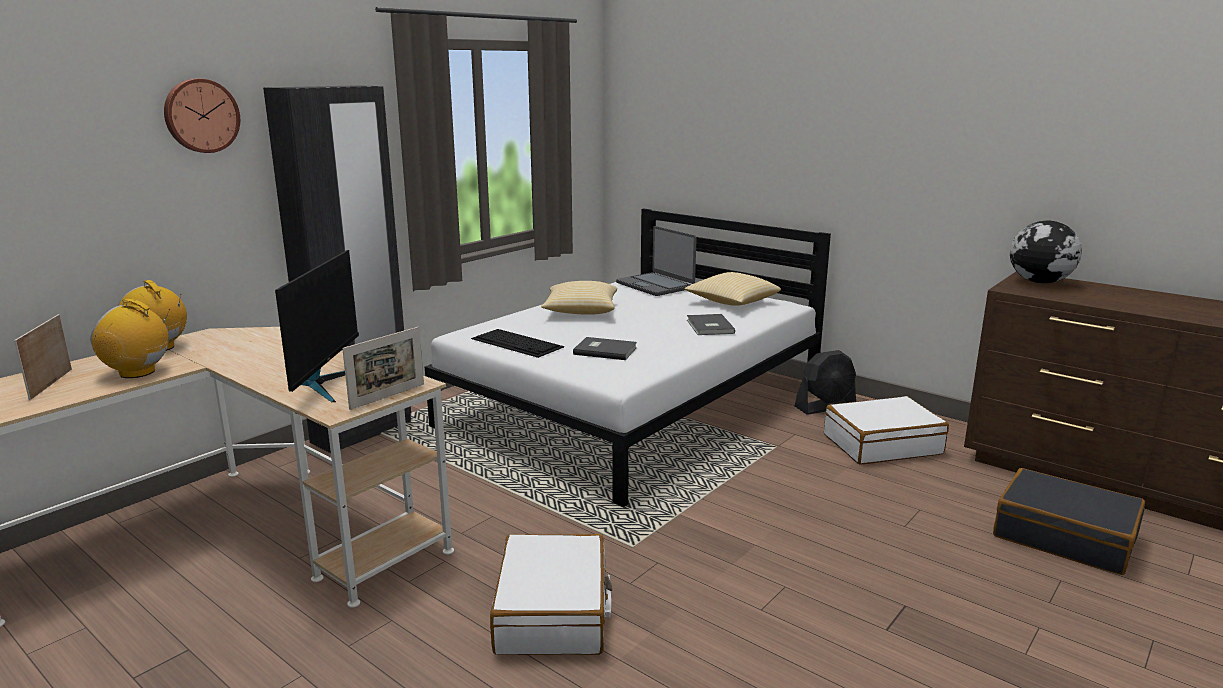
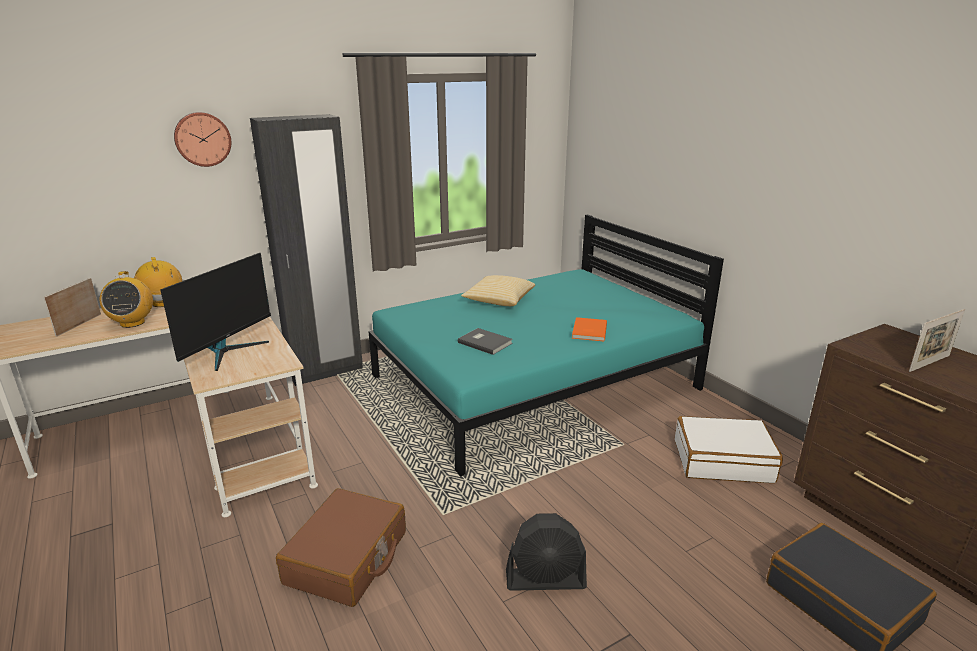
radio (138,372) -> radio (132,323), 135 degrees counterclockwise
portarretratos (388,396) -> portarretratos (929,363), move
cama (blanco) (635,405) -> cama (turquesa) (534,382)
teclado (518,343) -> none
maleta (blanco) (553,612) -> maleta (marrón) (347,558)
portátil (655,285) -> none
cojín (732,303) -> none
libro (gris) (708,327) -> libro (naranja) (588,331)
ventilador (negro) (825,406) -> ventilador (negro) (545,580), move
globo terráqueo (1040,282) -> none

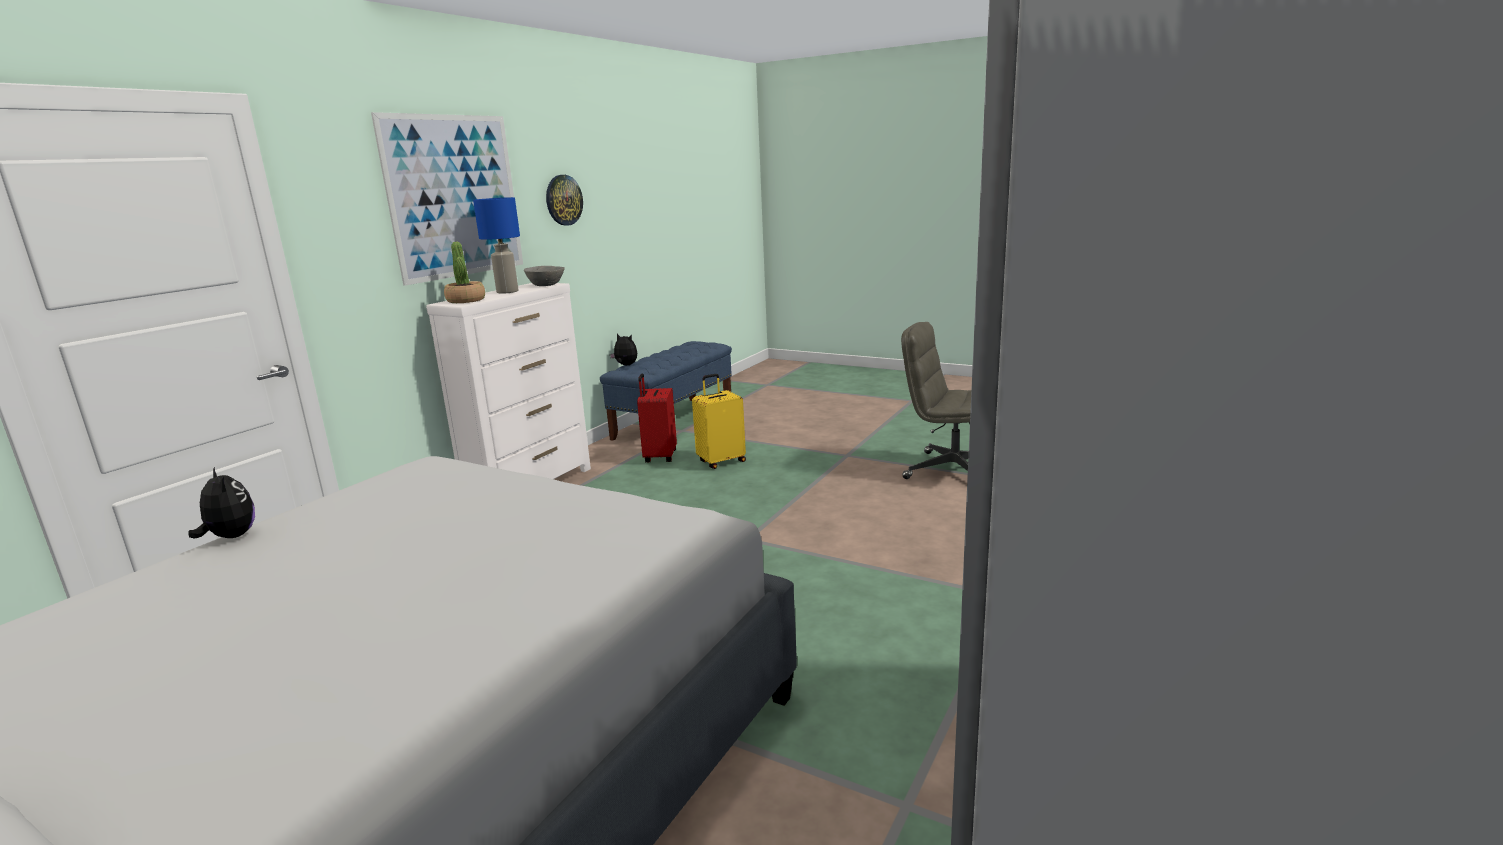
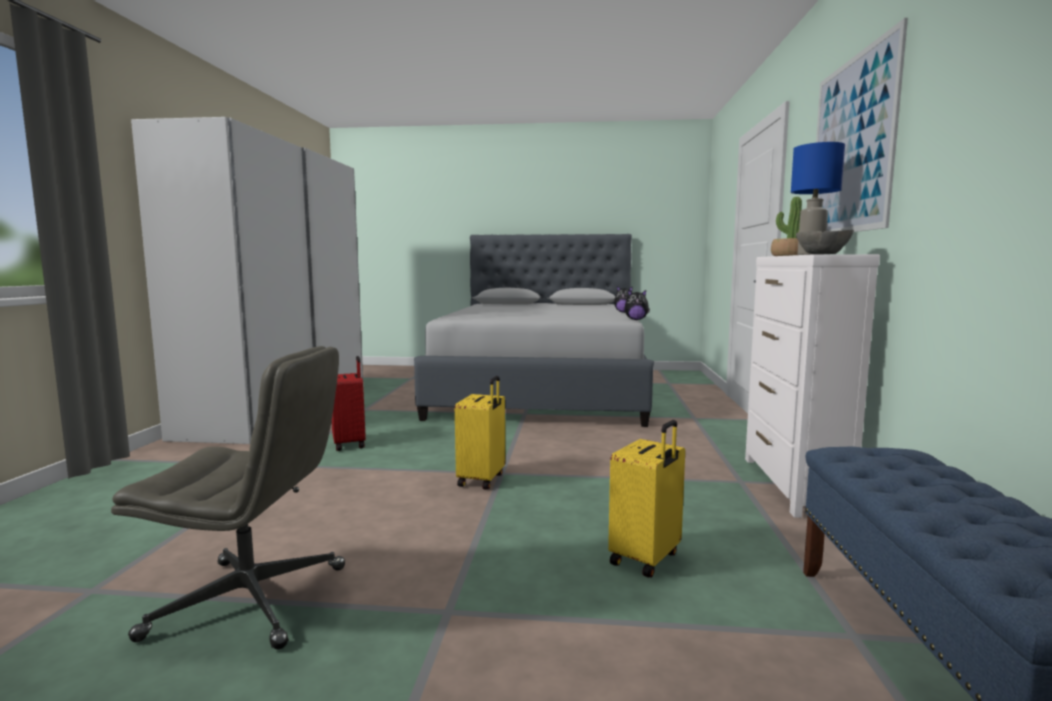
reloj de pared (563,200) -> none
peluche (625,365) -> peluche (636,320), move
maleta (rojo) (659,457) -> maleta (rojo) (350,444), move
none -> maleta (amarillo) (482,480)

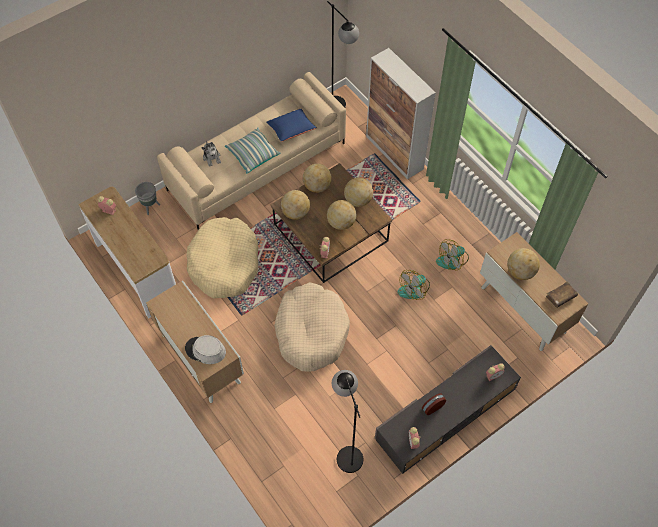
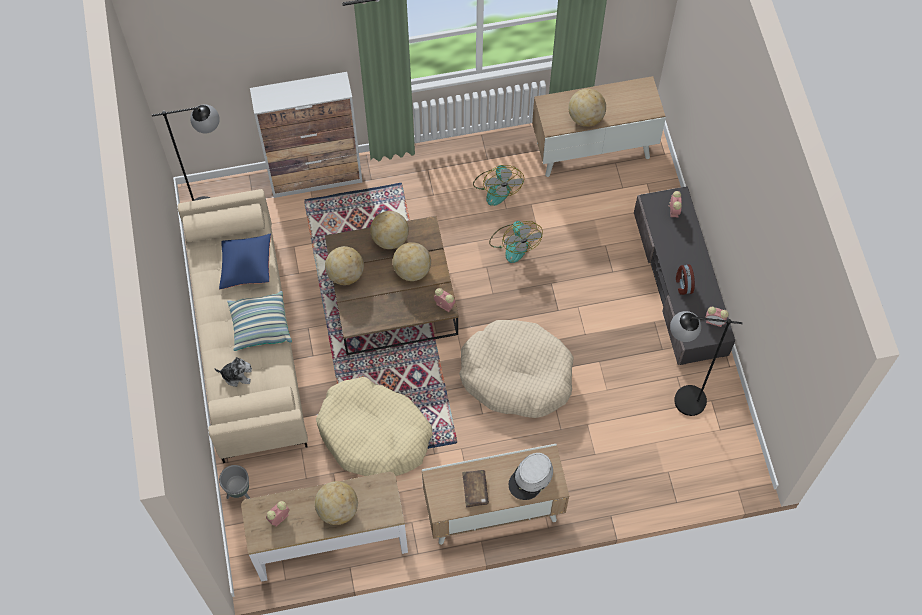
globo terráqueo (296,212) -> globo terráqueo (338,509), move
libro (marrón) (561,296) -> libro (marrón) (475,490), move

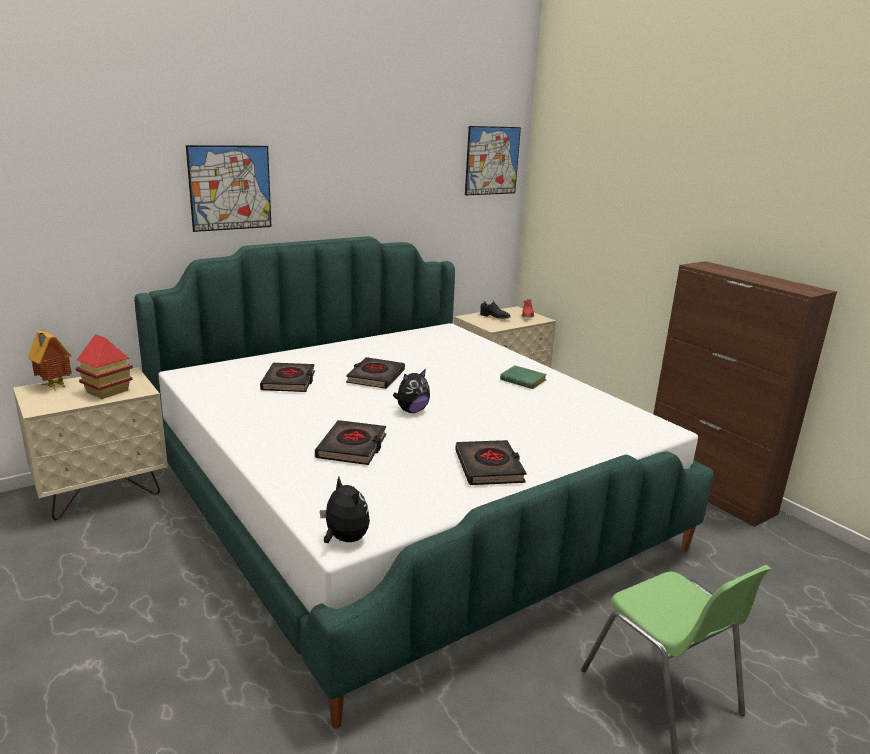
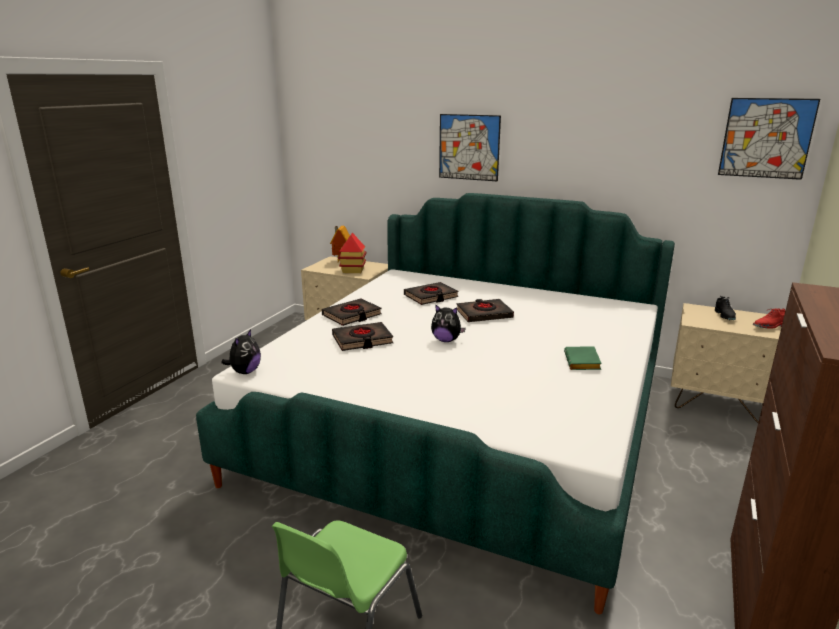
libro (negro) (489,467) -> libro (negro) (352,315), move

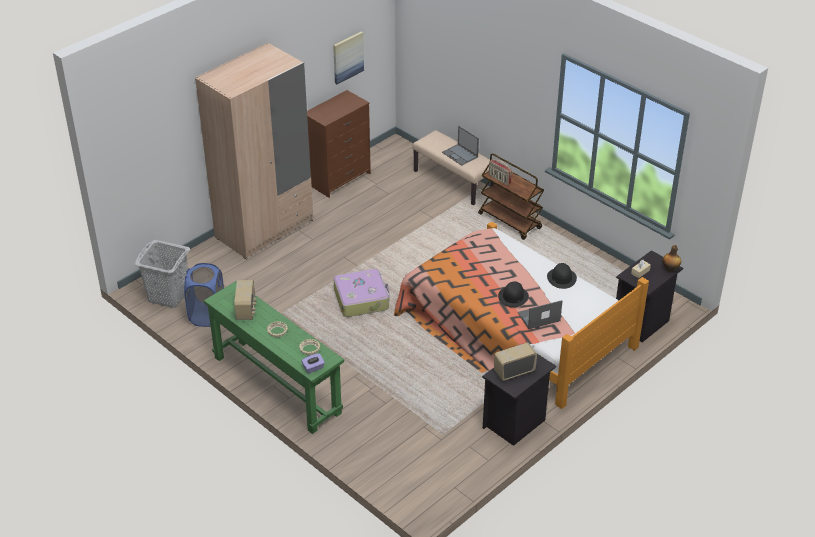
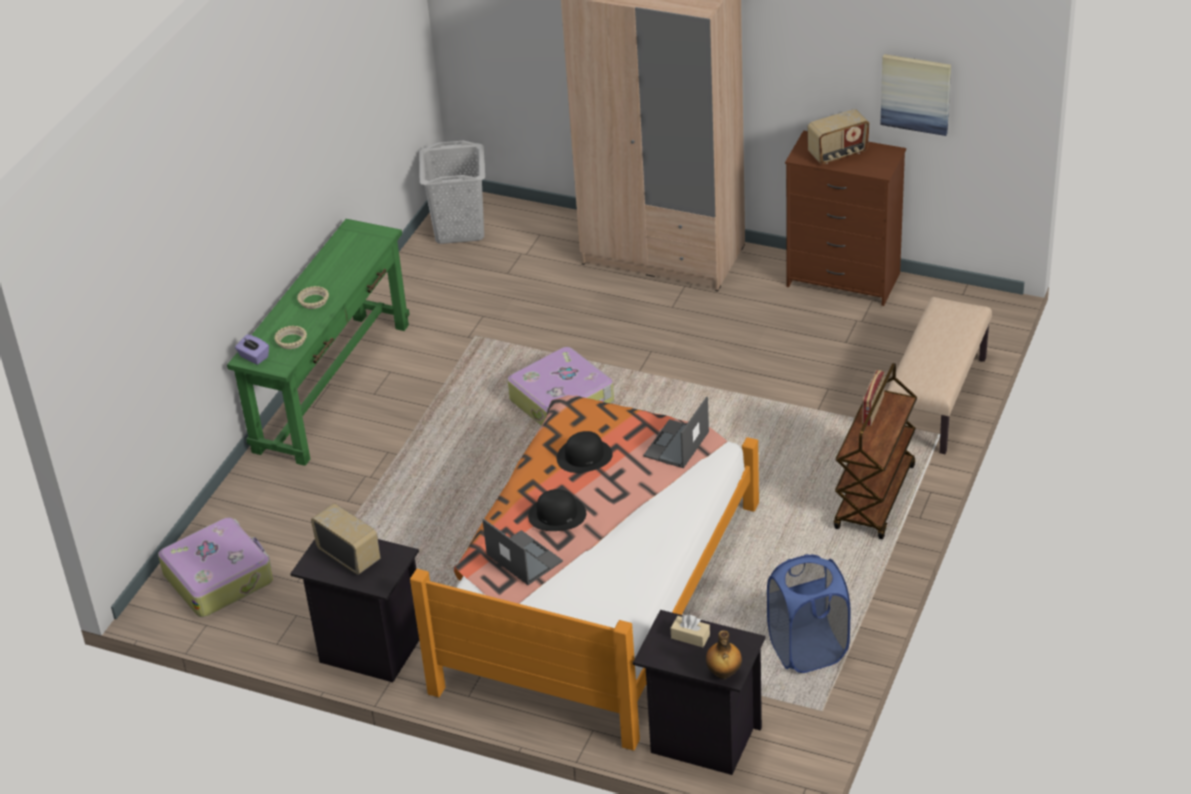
cesto de la ropa (azul) (207,315) -> cesto de la ropa (azul) (808,649), move
radio (246,310) -> radio (838,154), move
portátil (460,155) -> portátil (676,445), move
sombrero (negro) (561,278) -> sombrero (negro) (584,456), move
none -> maleta (219,577)

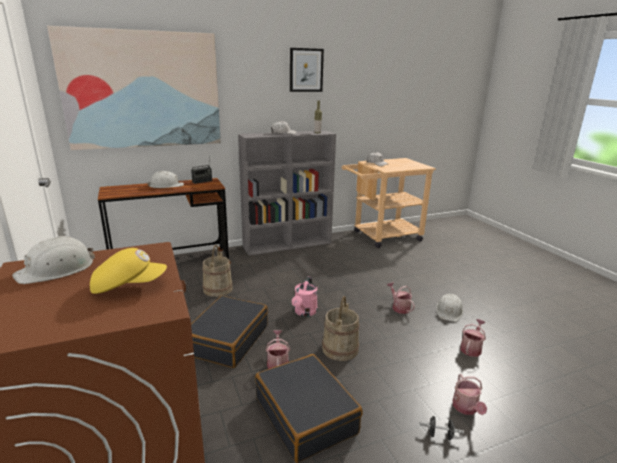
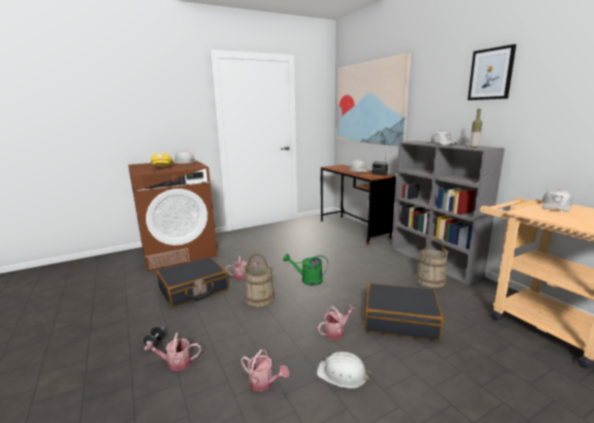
maleta (negro) (227,340) -> maleta (negro) (400,320), move
cubo (beis) (217,289) -> cubo (beis) (430,280), move
regadera (rosa) (304,312) -> regadera (verde) (308,280)

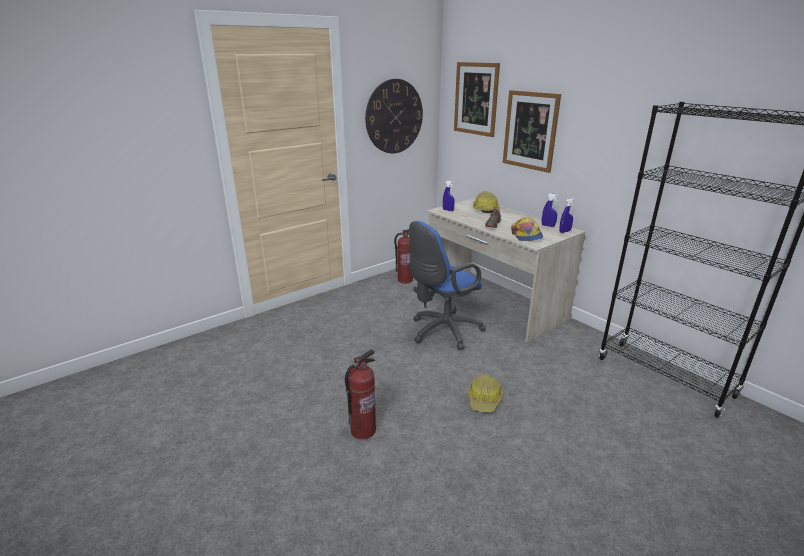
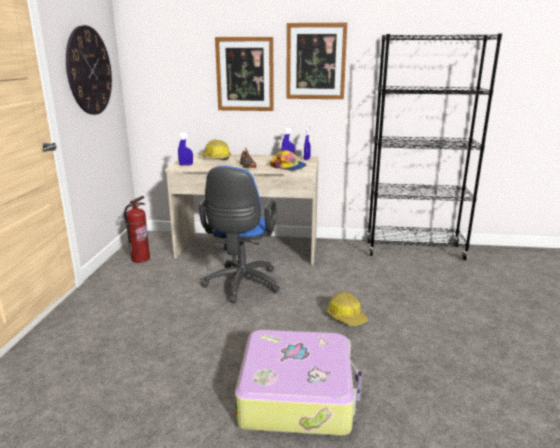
extintor (363,430) -> maleta (297,394)
cuadro (476,99) -> cuadro (315,61), move

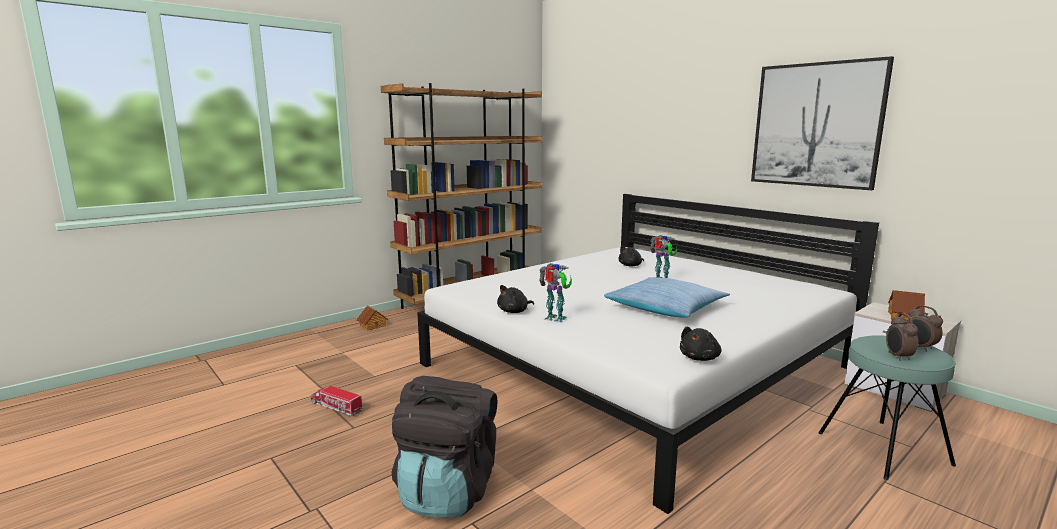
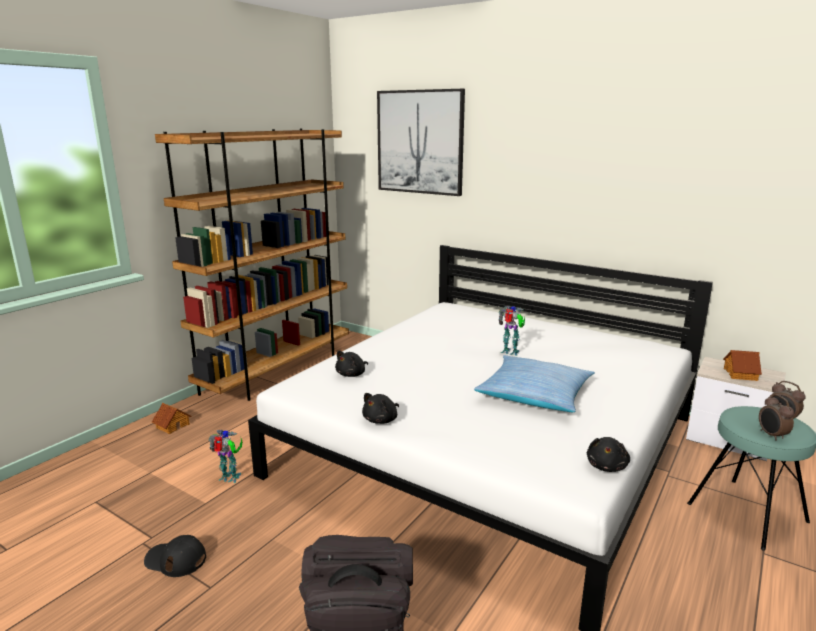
camión de juguete (336,407) -> gorra (negro) (175,559)
robot de juguete (555,319) -> robot de juguete (230,478), move
peluche (negro) (631,265) -> peluche (negro) (352,374), move
cuadro (816,125) -> cuadro (420,142), move

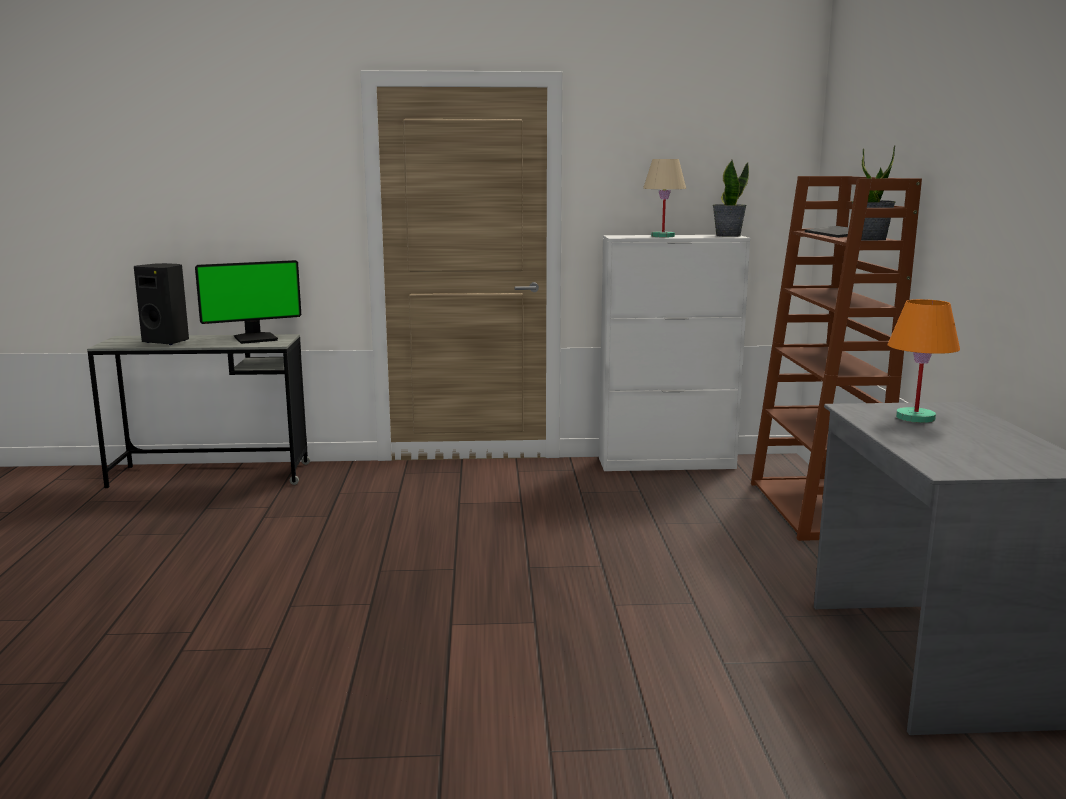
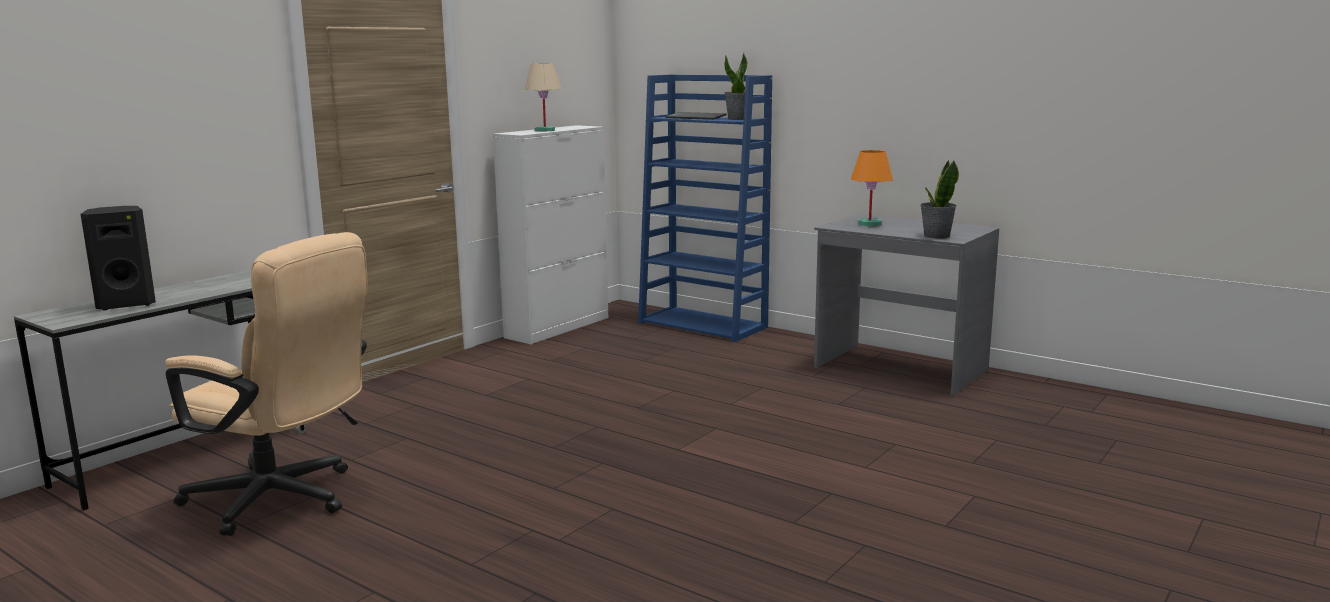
monitor (256,338) -> none
planta en maceta (727,235) -> planta en maceta (936,236), move
estantería (marrón) (814,509) -> estantería (azul) (704,325)
none -> silla de oficina (beis) (283,500)

